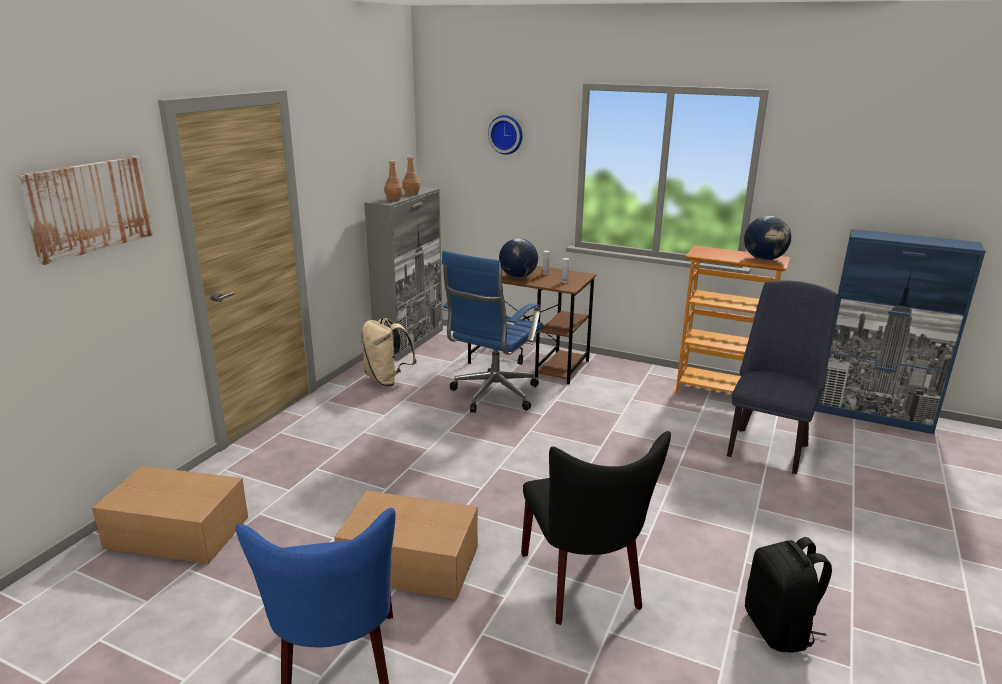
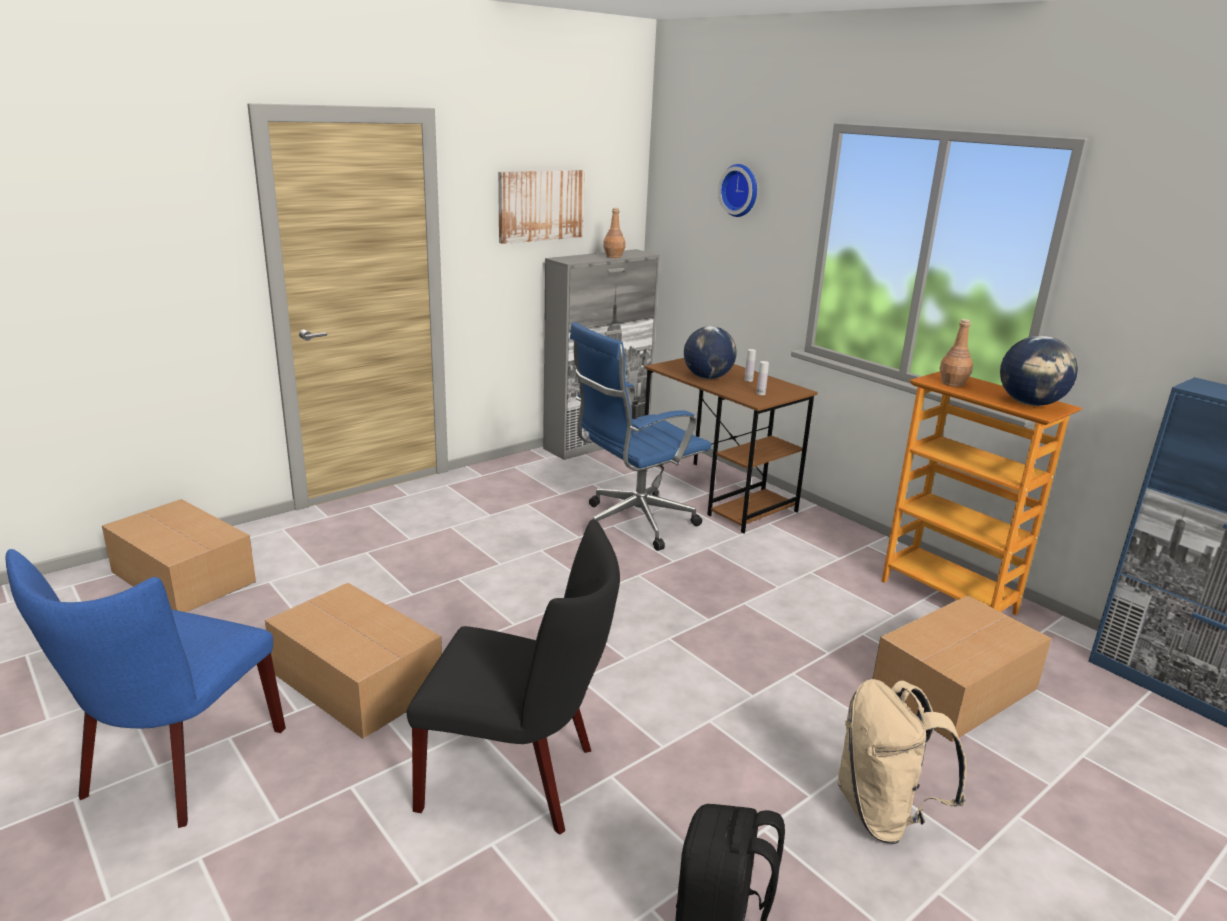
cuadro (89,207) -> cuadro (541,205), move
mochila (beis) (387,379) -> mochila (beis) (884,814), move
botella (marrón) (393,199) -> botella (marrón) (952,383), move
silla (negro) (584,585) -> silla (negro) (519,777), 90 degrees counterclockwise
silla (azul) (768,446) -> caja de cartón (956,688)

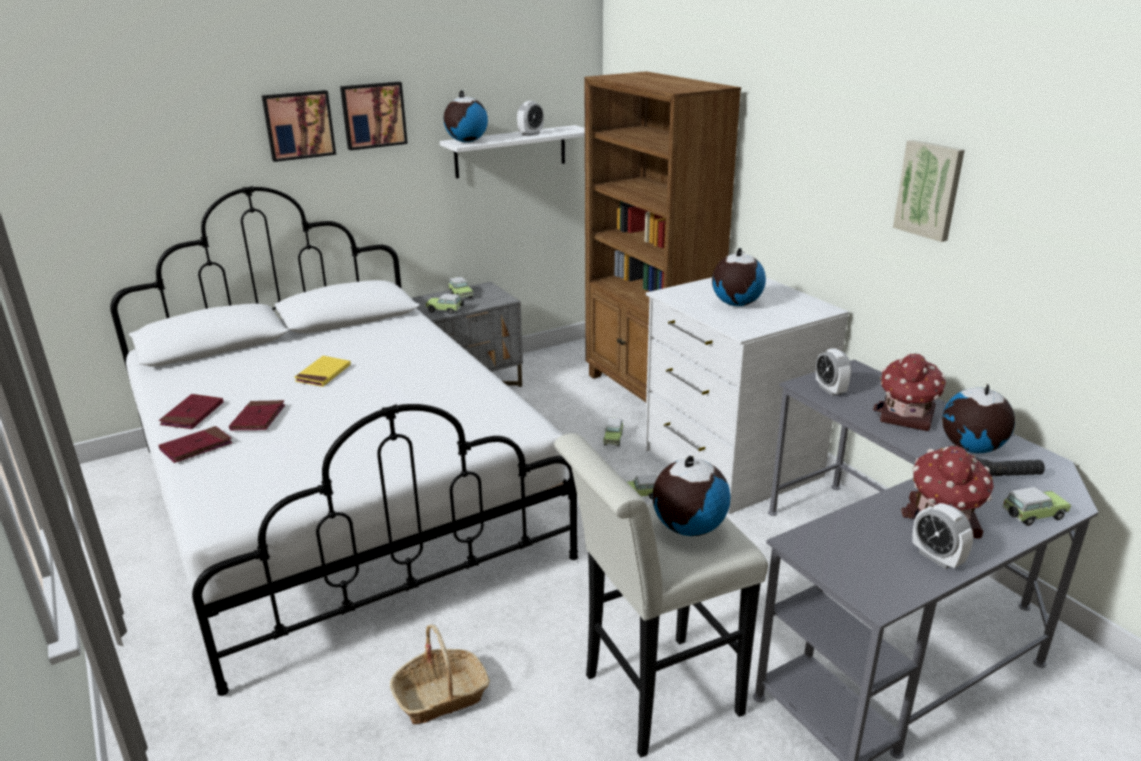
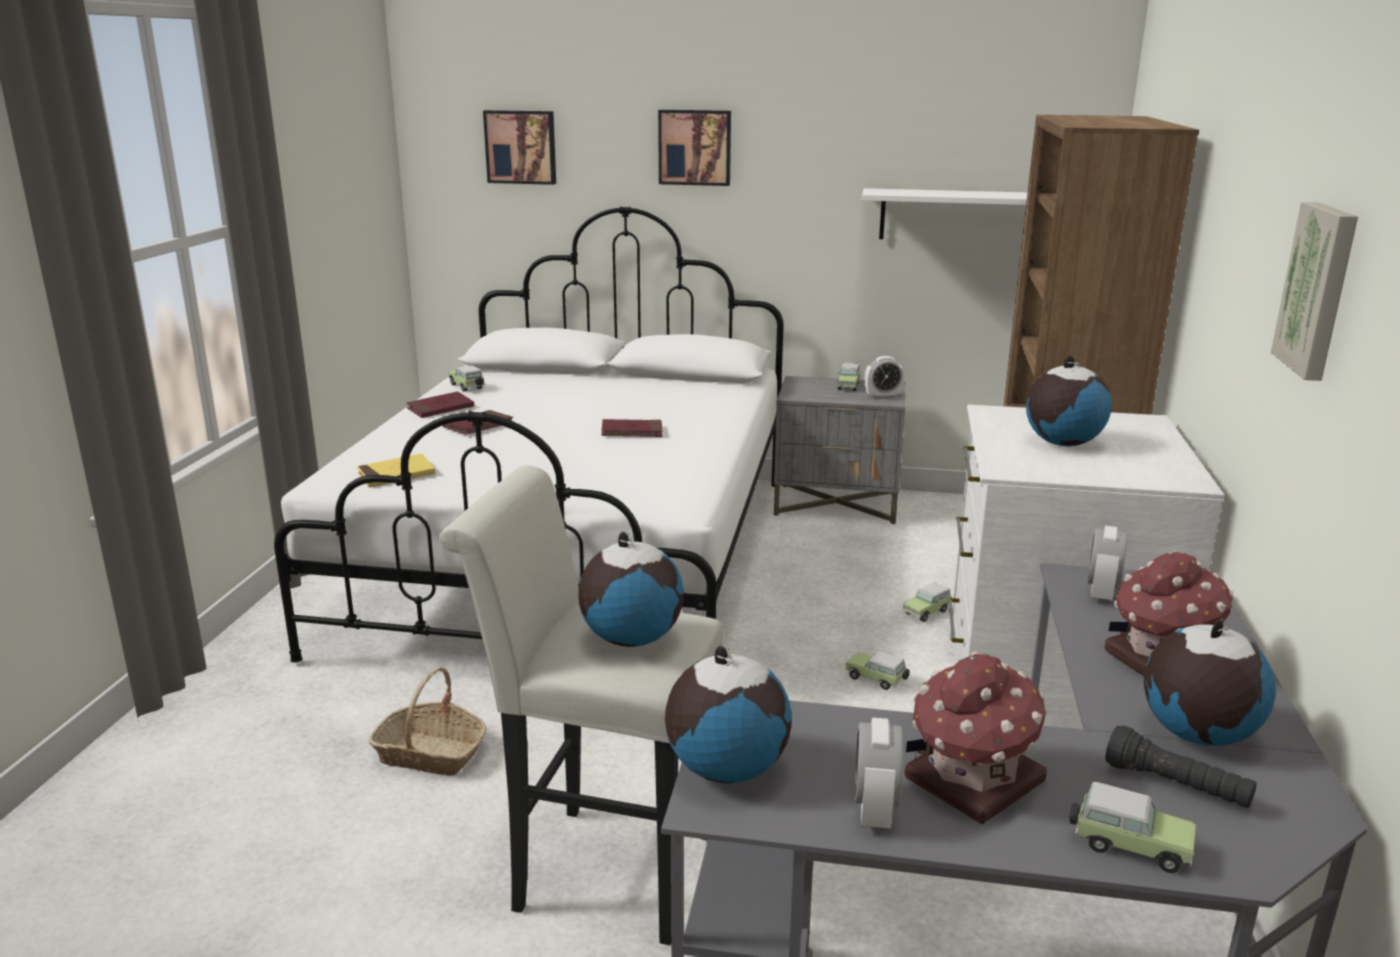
libro (rojo) (196,447) -> libro (rojo) (632,432), move
libro (amarillo) (323,374) -> libro (amarillo) (396,474), move
cuadro (373,115) -> cuadro (521,147), move
coche de juguete (445,311) -> coche de juguete (467,387), move
globo terráqueo (466,141) -> globo terráqueo (726,769), move
despertador (530,134) -> despertador (882,397), move

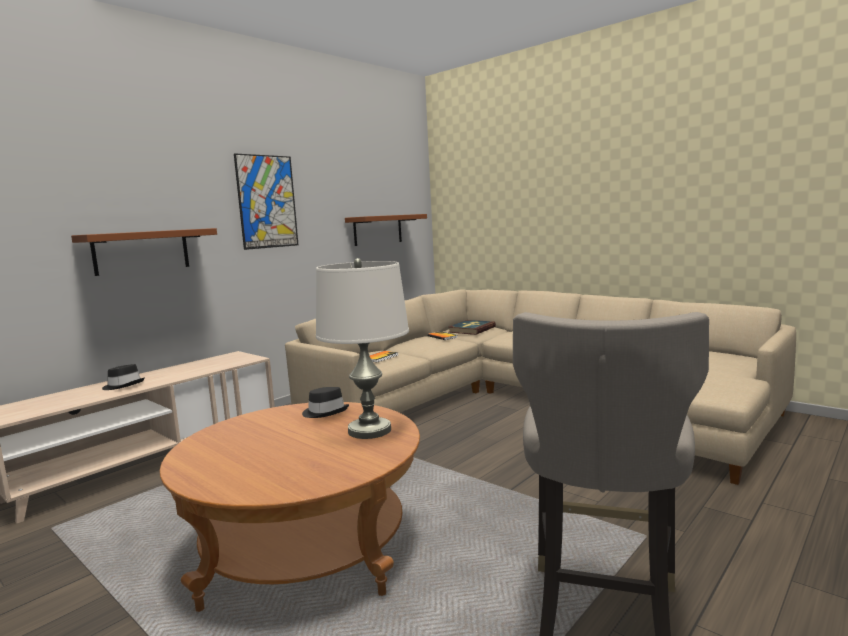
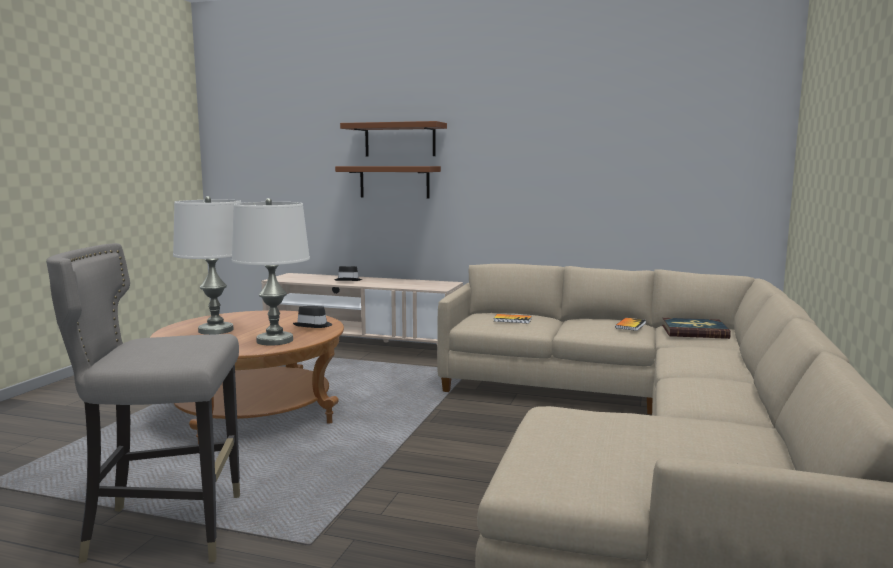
cuadro (267,202) -> none
estante (marrón) (378,230) -> estante (marrón) (400,140), move
none -> lámpara de mesa (blanco) (216,330)

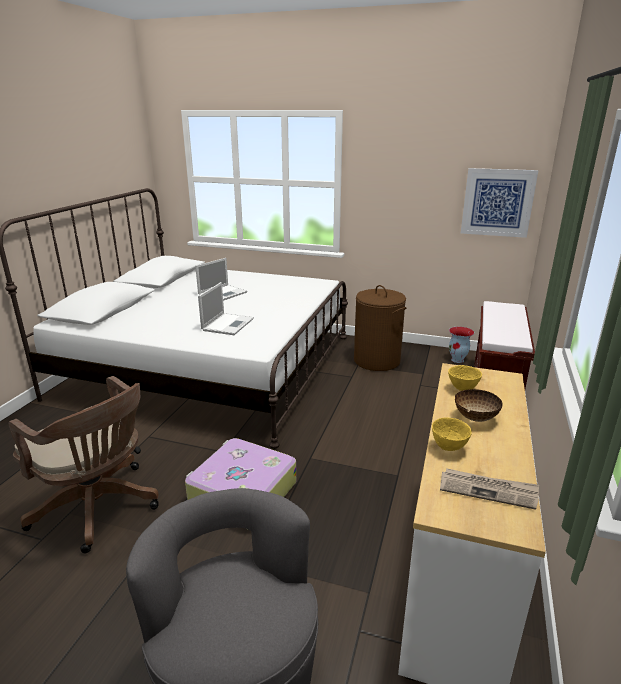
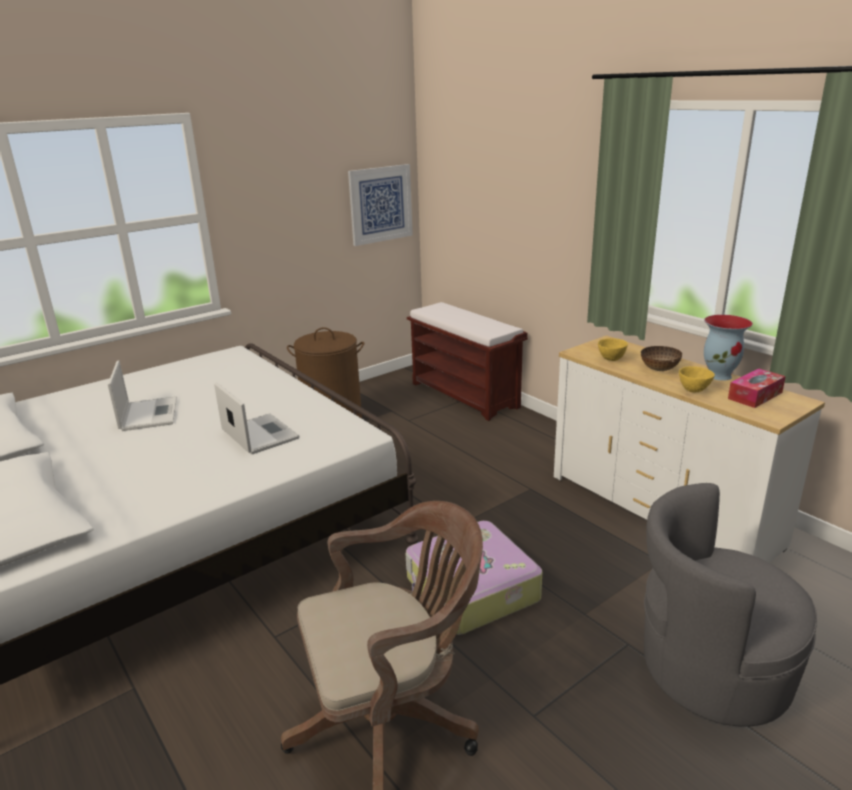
periódico (488,490) -> caja de pañuelos (755,395)
florero (458,360) -> florero (720,375), move

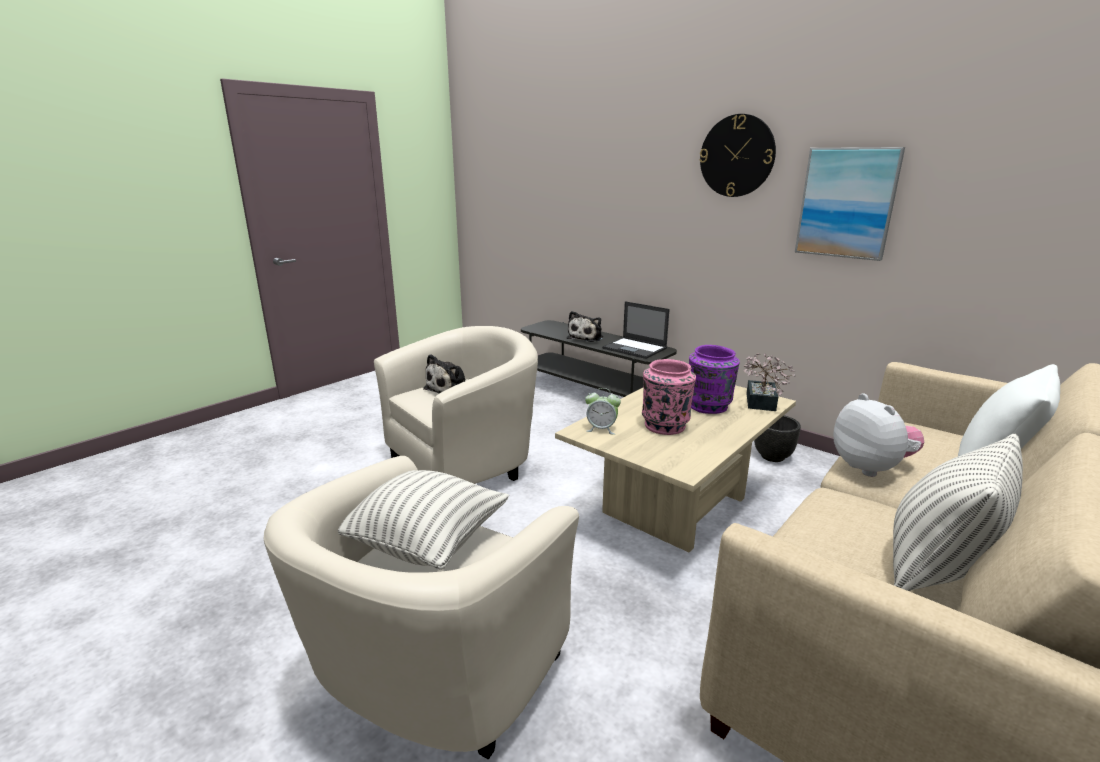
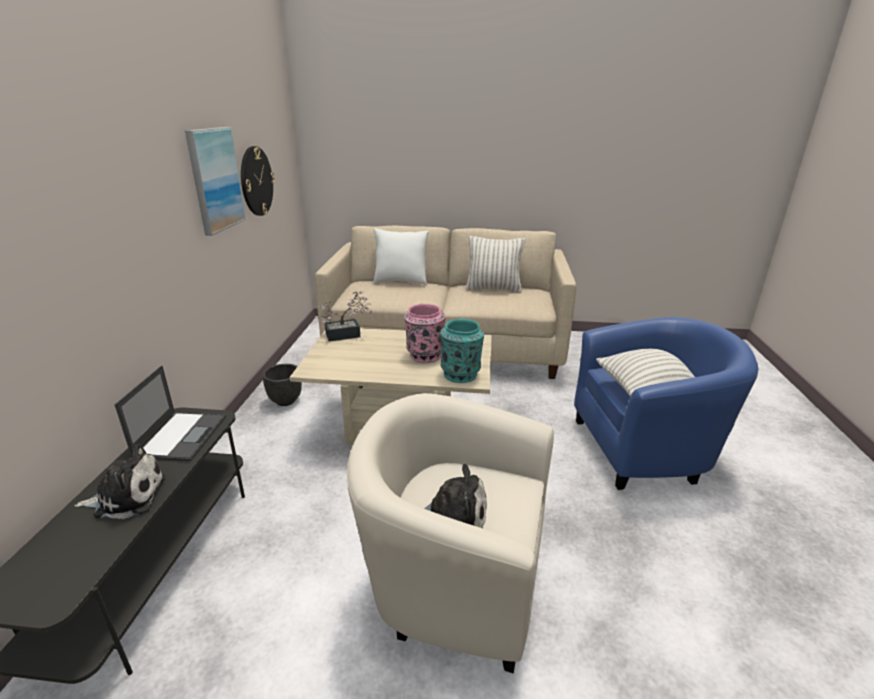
sillón (beis) (432,681) -> sillón (azul) (645,449)
despertador (601,429) -> florero (turquesa) (460,374)
florero (morado) (709,407) -> none
reloj de pared (737,156) -> reloj de pared (256,181), move
peluche (870,468) -> none

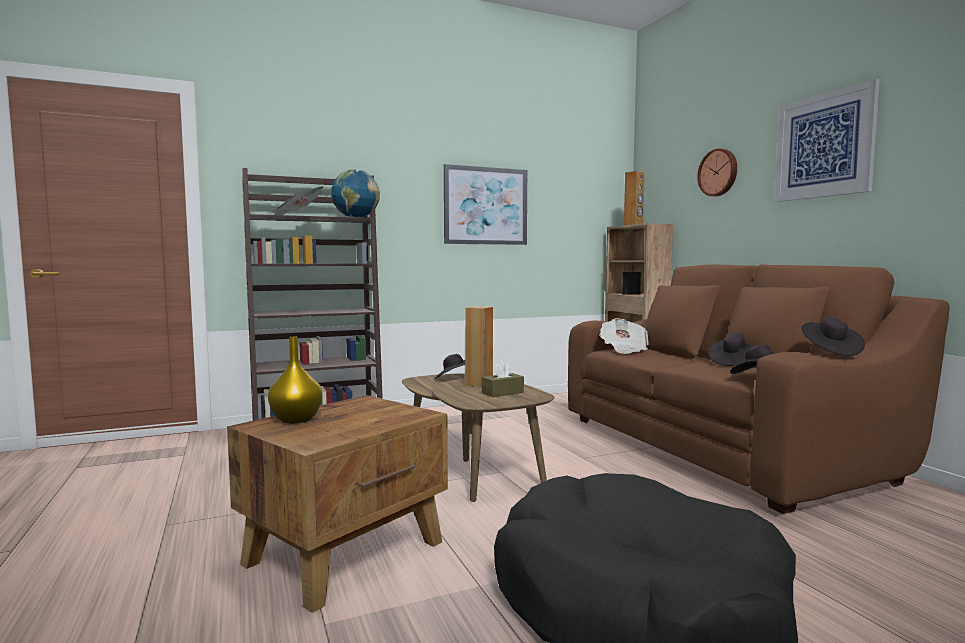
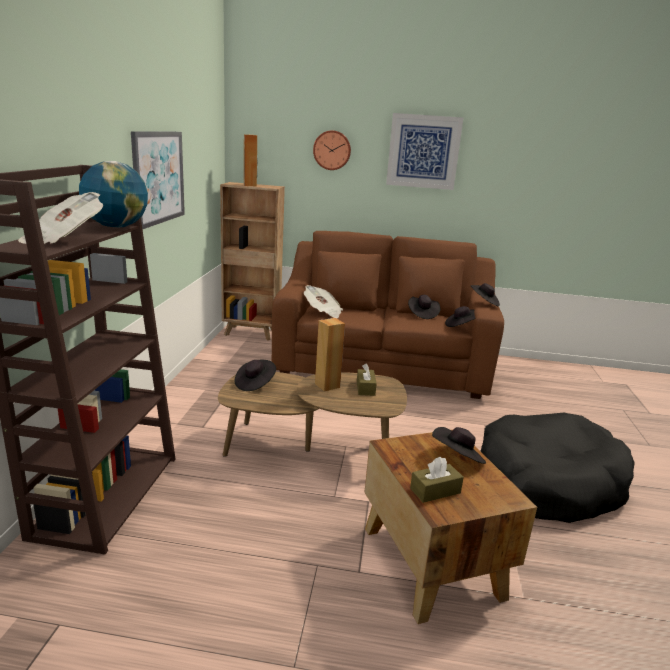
florero (amarillo) (295,420) -> caja de pañuelos (marrón) (435,491)
none -> sombrero (negro) (457,458)

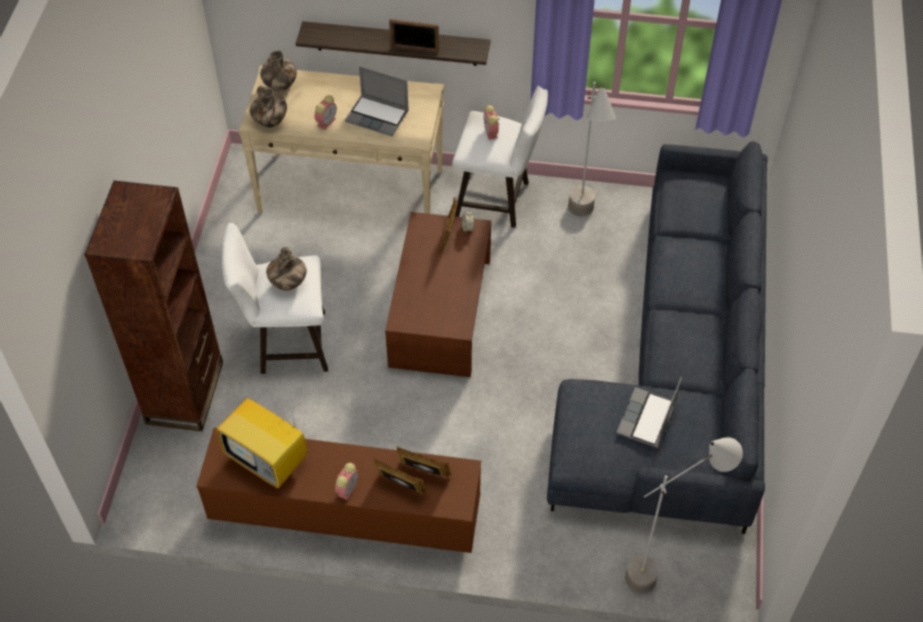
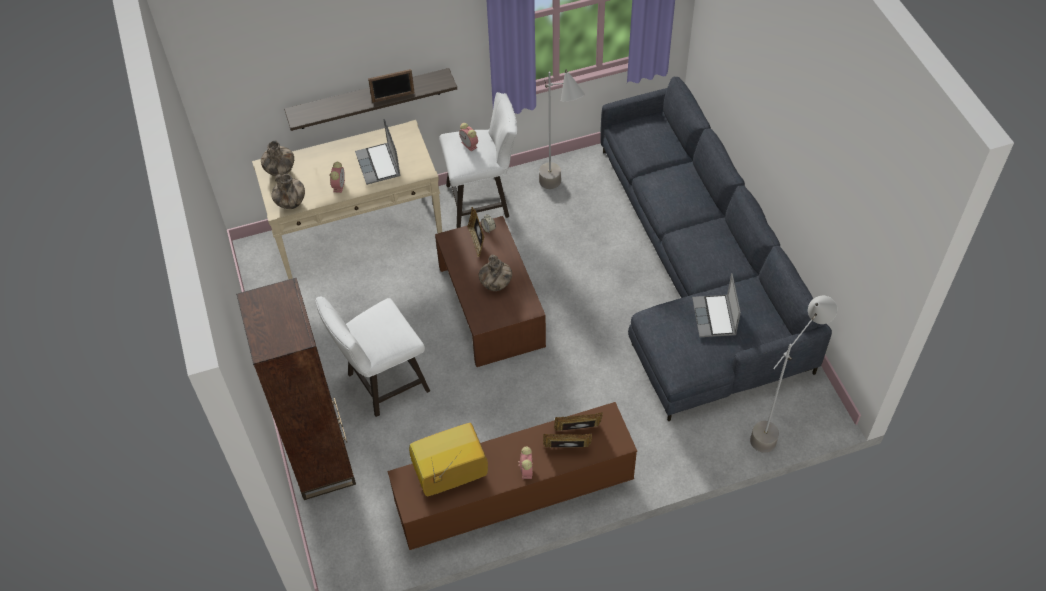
televisor (269,460) -> televisor (449,476), 150 degrees clockwise
florero (288,283) -> florero (495,285), move
portátil (378,116) -> portátil (379,165), 75 degrees clockwise

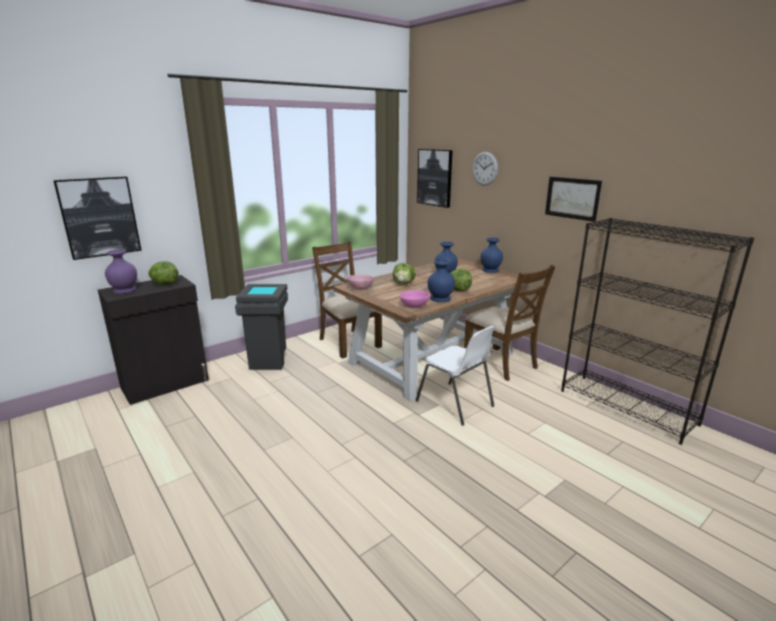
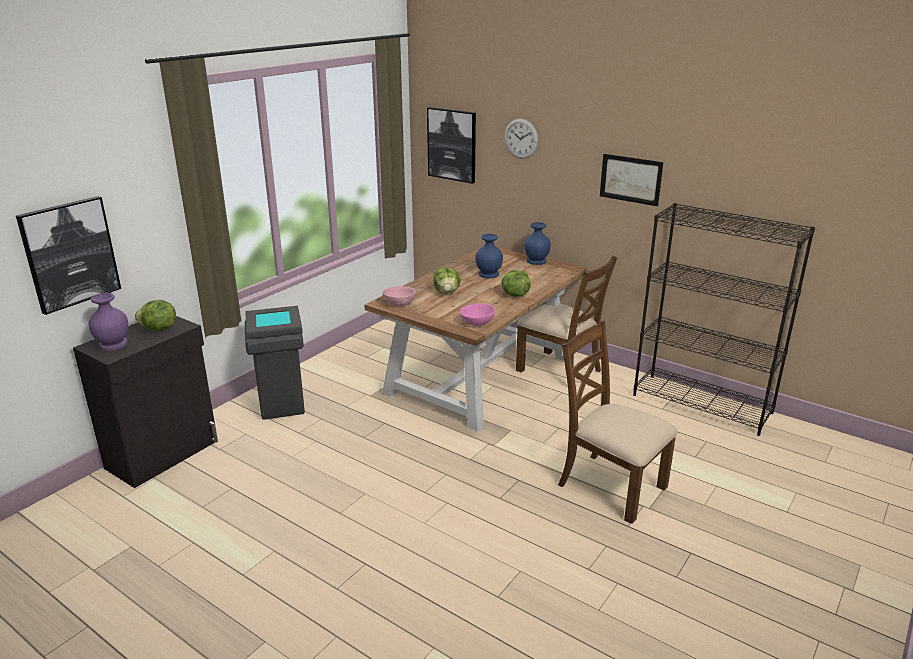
silla (marrón) (348,342) -> silla (marrón) (610,485), move
silla (blanco) (455,404) -> none
florero (azul) (439,299) -> none

